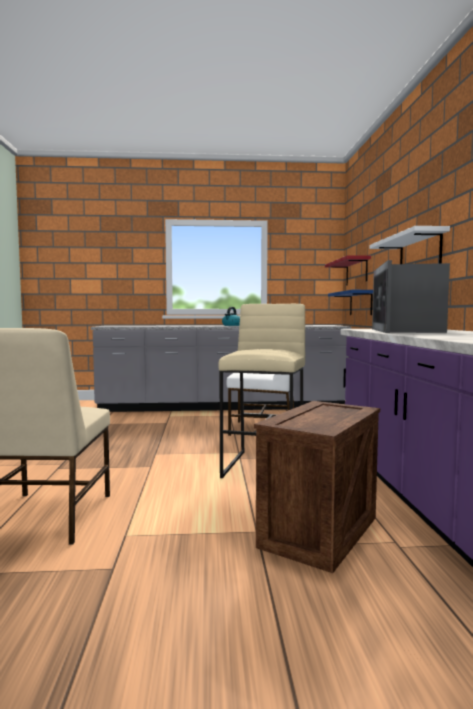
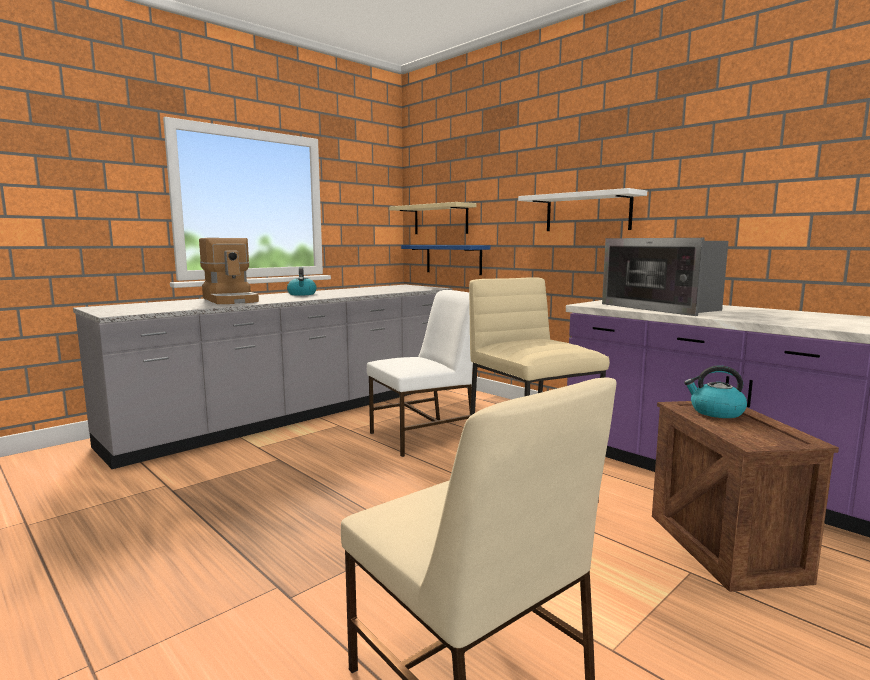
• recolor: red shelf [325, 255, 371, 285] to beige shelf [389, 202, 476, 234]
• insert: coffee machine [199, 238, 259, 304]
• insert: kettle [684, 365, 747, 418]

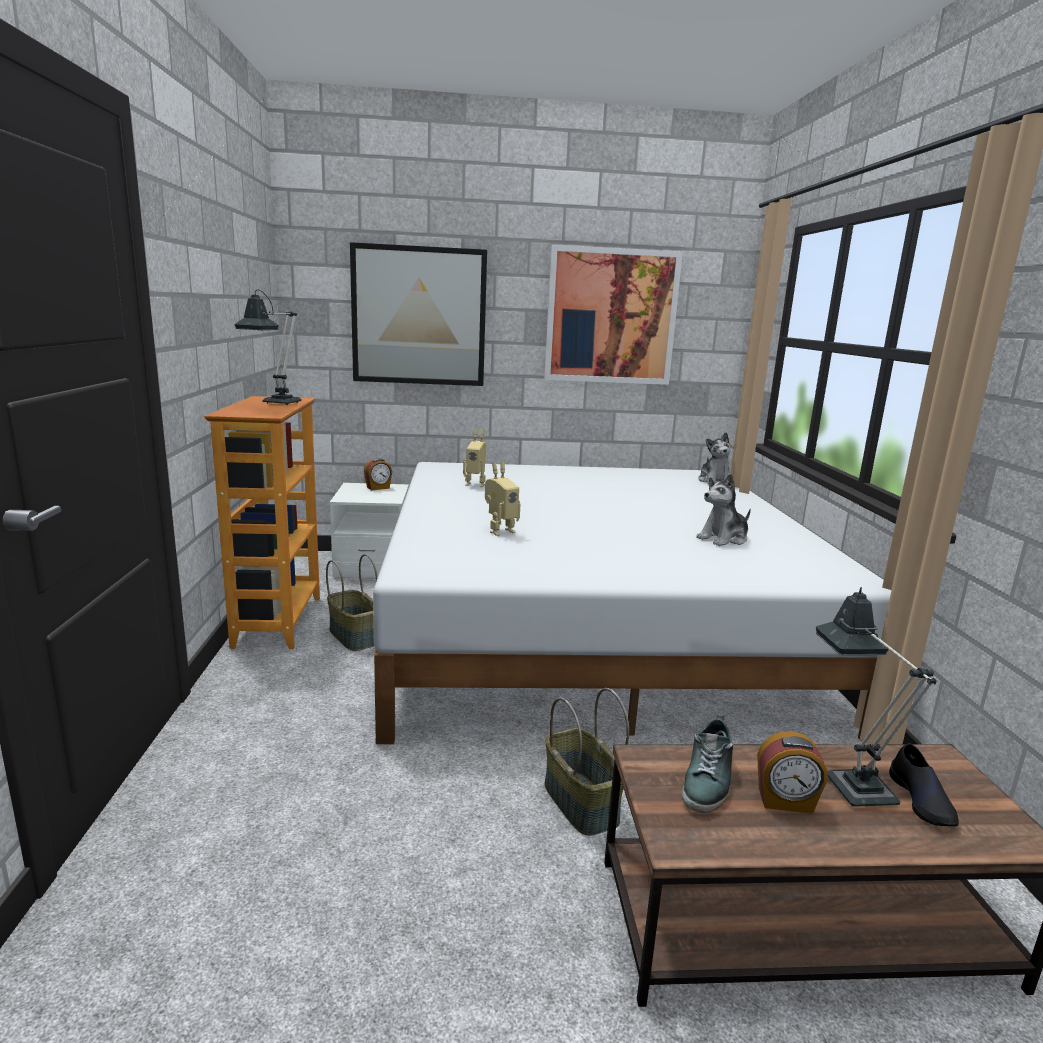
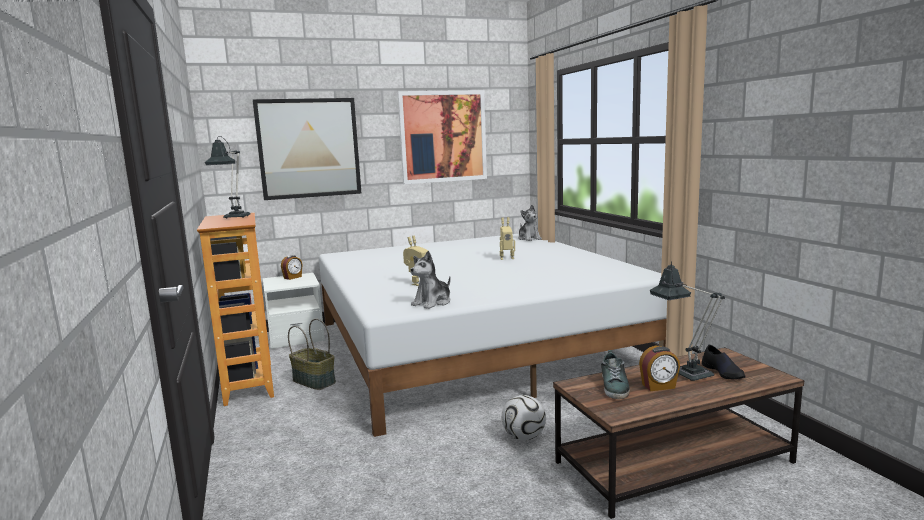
• move: toy robot [463, 428, 486, 487] to [500, 217, 515, 260]
• replace: basket [544, 688, 629, 836] to football [502, 395, 546, 441]
• move: plush toy [696, 474, 751, 546] to [410, 251, 451, 309]

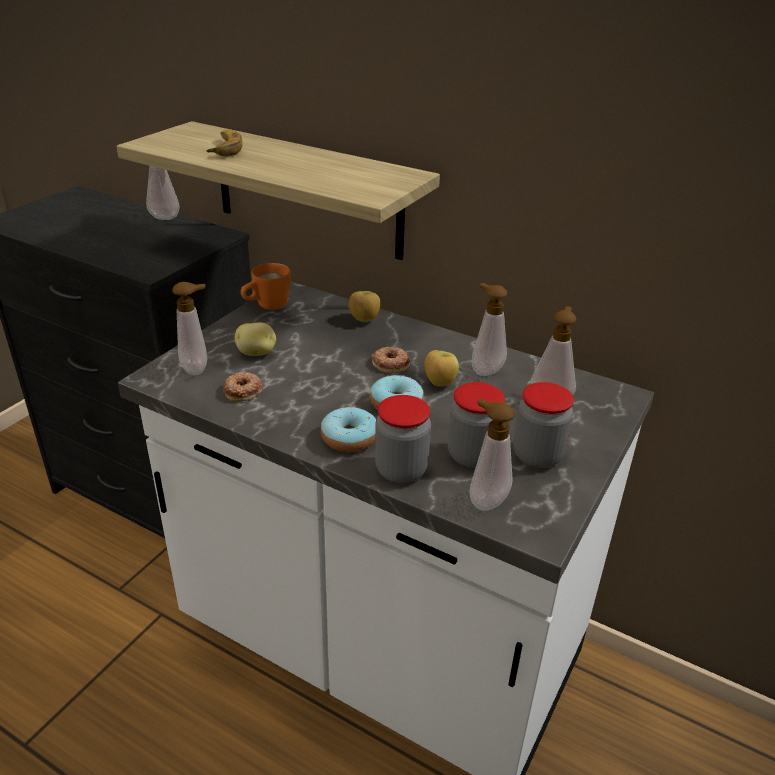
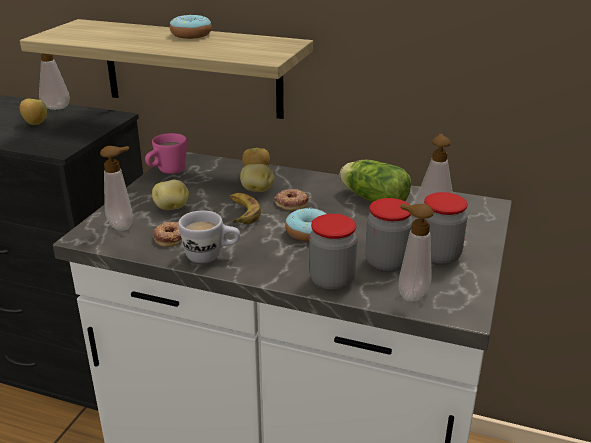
• move: banana [206, 130, 243, 156] to [230, 193, 261, 224]
• recolor: orange mug [241, 263, 291, 310] to pink mug [145, 133, 187, 174]
• move: donut [321, 407, 376, 452] to [170, 15, 212, 39]
• move: apple [424, 350, 459, 387] to [20, 99, 47, 125]
• replace: soap dispenser [471, 283, 507, 376] to lettuce [340, 160, 411, 202]
• insert: white mug [178, 210, 240, 263]
• insert: potato [240, 164, 274, 192]

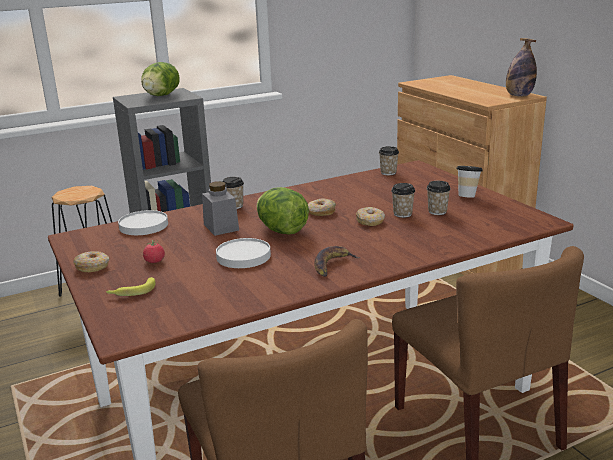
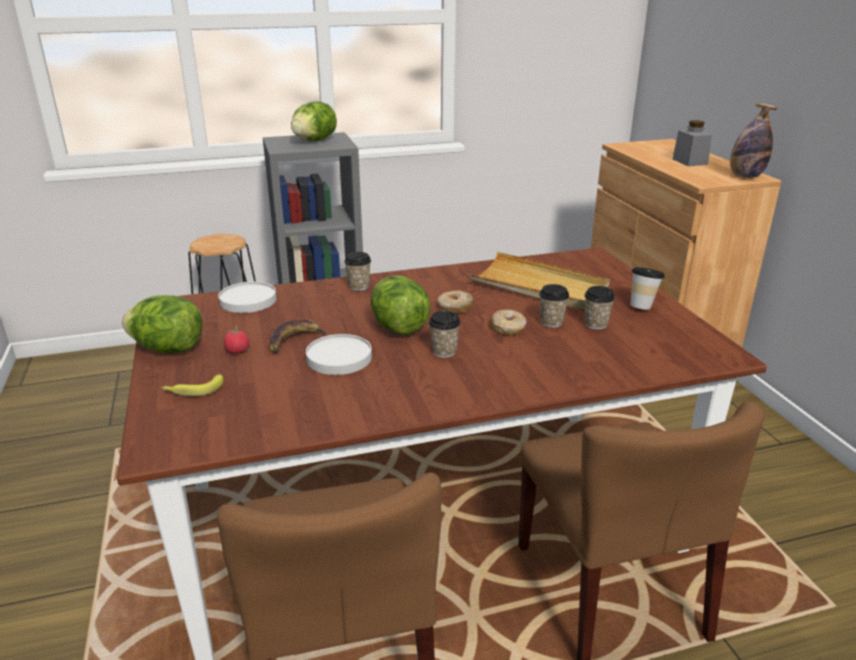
• replace: donut [73, 251, 109, 272] to lettuce [122, 295, 203, 353]
• move: grey jar [202, 181, 239, 236] to [673, 120, 712, 166]
• move: banana [314, 246, 360, 277] to [269, 319, 328, 353]
• move: cup [379, 146, 399, 175] to [429, 311, 461, 358]
• insert: beige tray [467, 252, 610, 311]

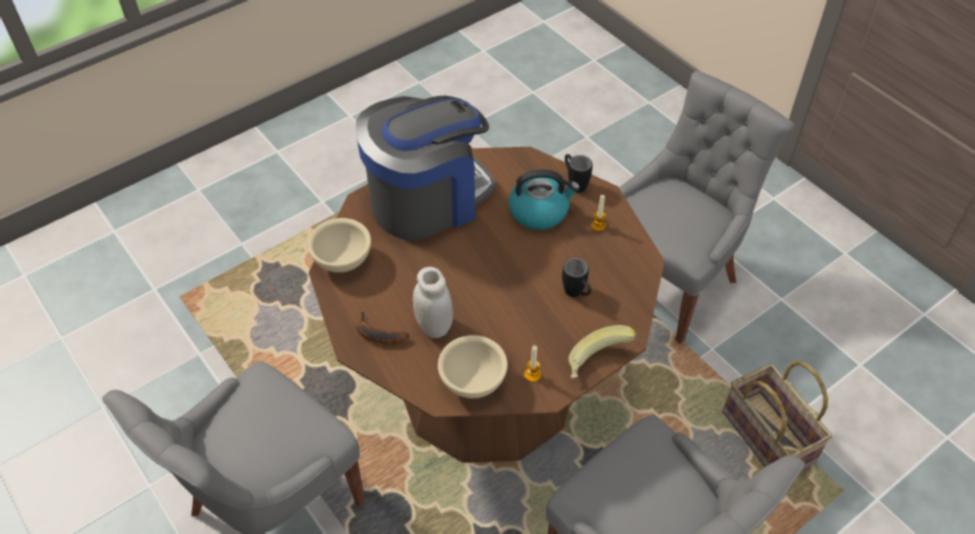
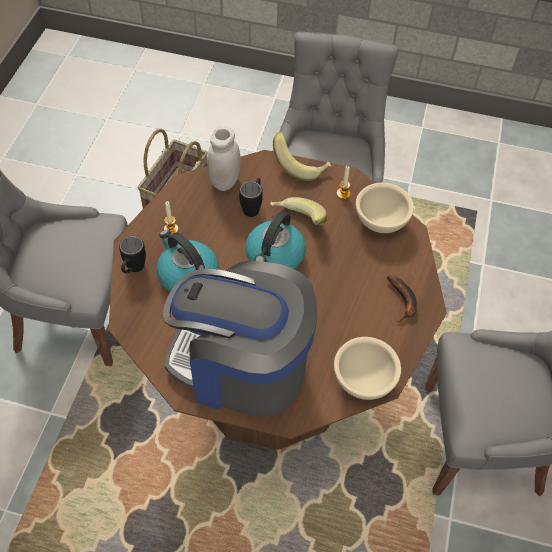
• move: white jar [413, 267, 453, 338] to [207, 126, 241, 191]
• insert: kettle [245, 211, 306, 269]
• insert: banana [270, 197, 327, 225]

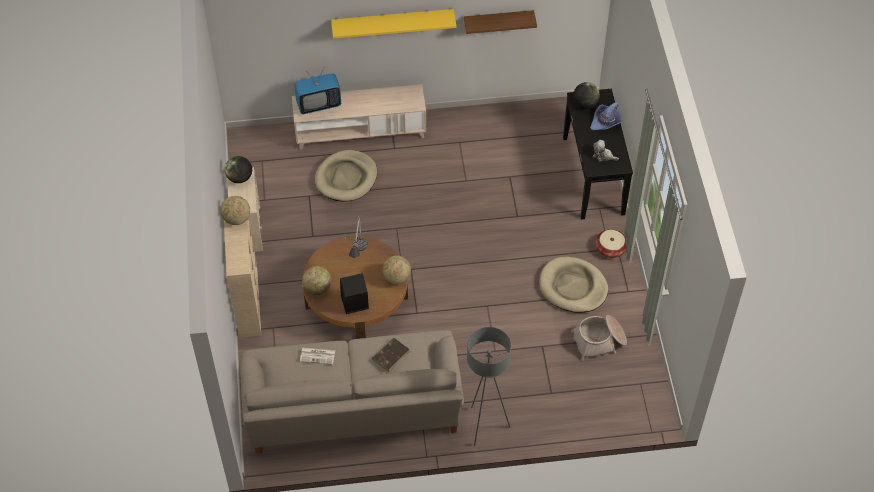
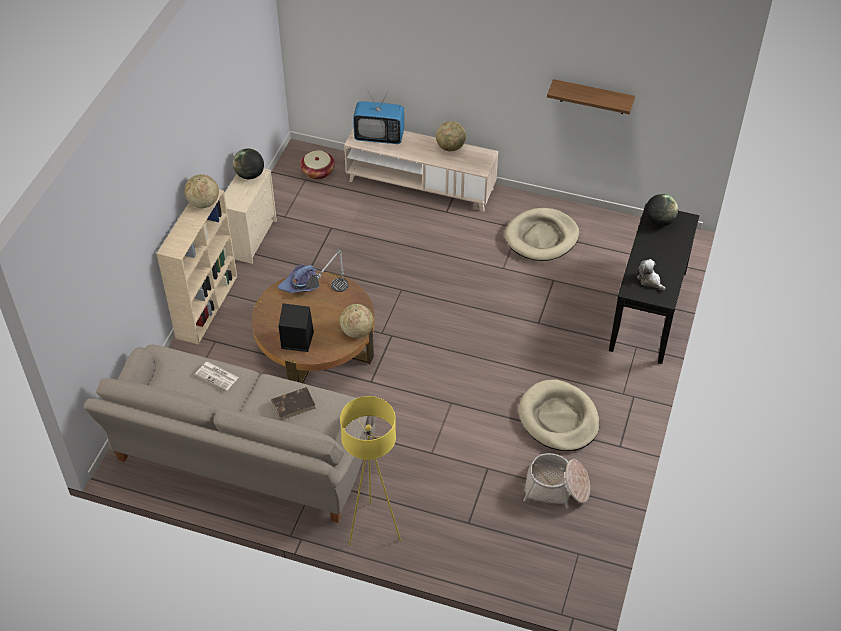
• move: globe [302, 266, 332, 295] to [436, 121, 466, 151]
• move: beige dog bed [315, 150, 377, 201] to [505, 208, 579, 261]
• delete: yellow shelf [331, 9, 456, 39]
• recolor: grey floor lamp [467, 327, 511, 446] to yellow floor lamp [340, 396, 401, 546]
• move: purple hat [590, 102, 622, 130] to [278, 265, 319, 293]
• move: basket [595, 229, 627, 258] to [300, 150, 335, 179]

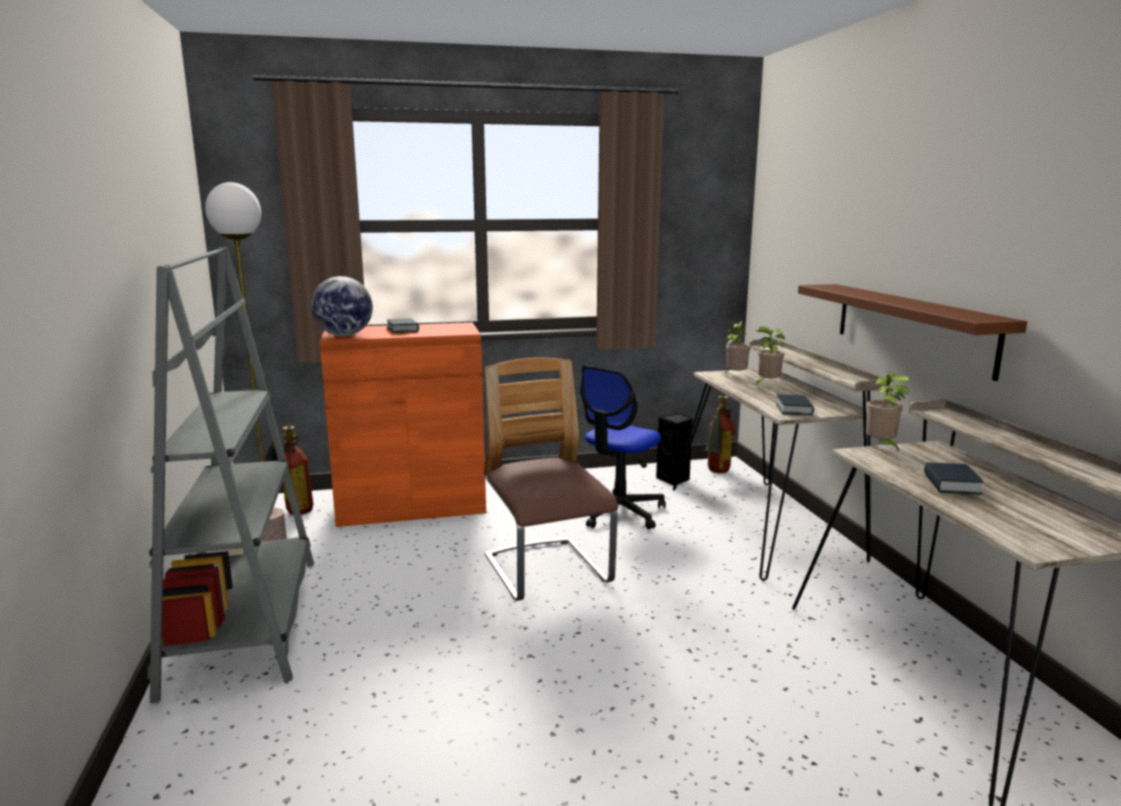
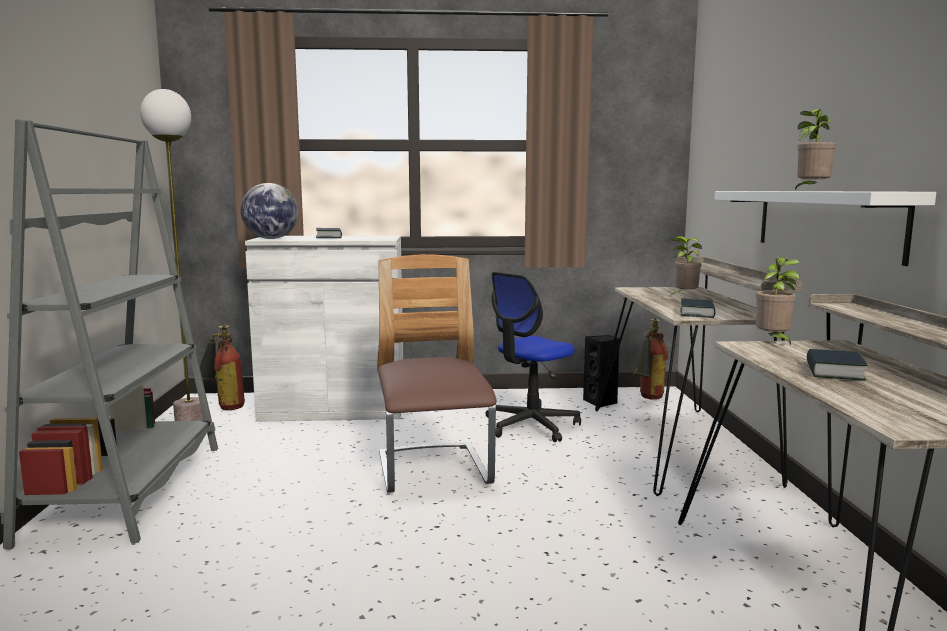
• recolor: orange cabinet [320, 322, 486, 527] to white cabinet [245, 235, 403, 422]
• move: potted plant [726, 321, 750, 372] to [795, 108, 836, 190]
• recolor: brown shelf [798, 284, 1027, 381] to white shelf [714, 191, 936, 266]

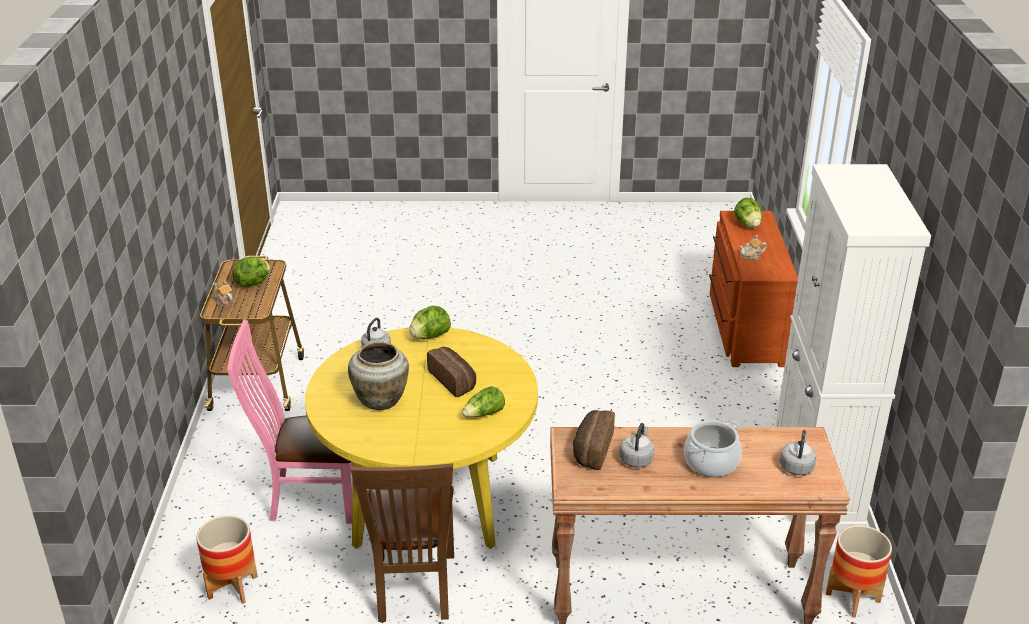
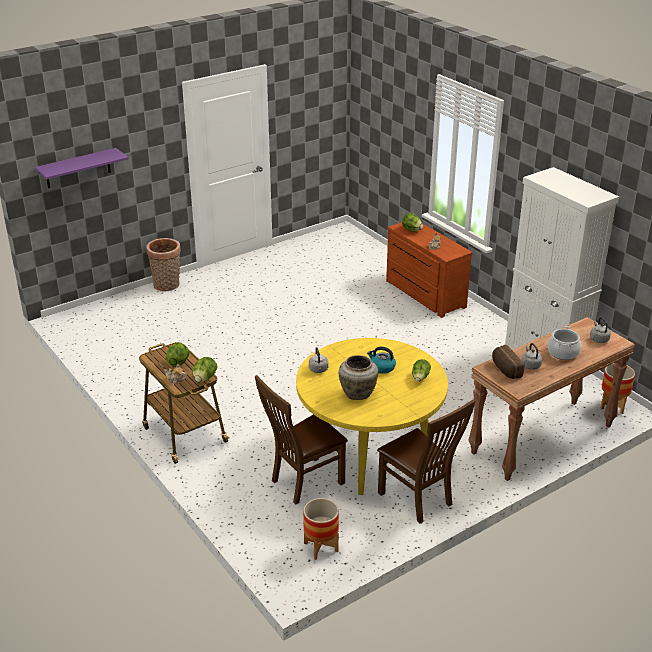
• recolor: pink chair [227, 320, 353, 524] to brown chair [255, 375, 348, 504]
• move: lettuce [409, 306, 451, 339] to [192, 357, 218, 382]
• replace: bread [427, 347, 476, 397] to kettle [367, 347, 396, 374]
• insert: purple shelf [35, 148, 129, 188]
• insert: basket [147, 238, 181, 292]

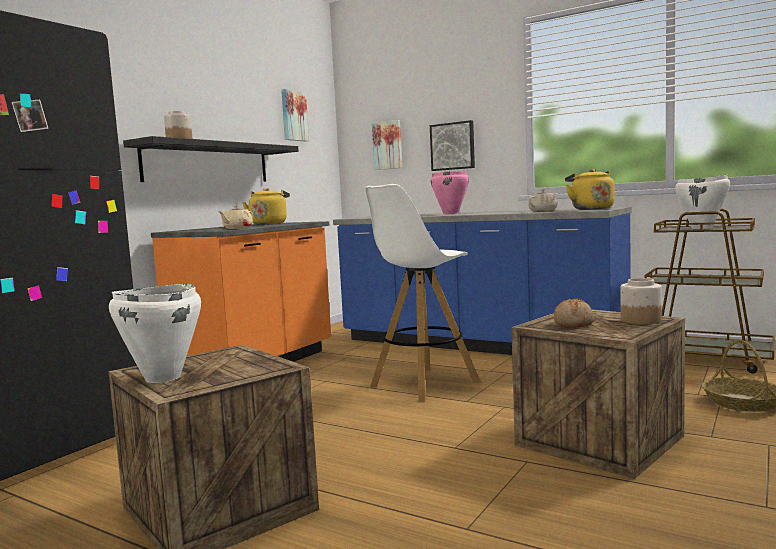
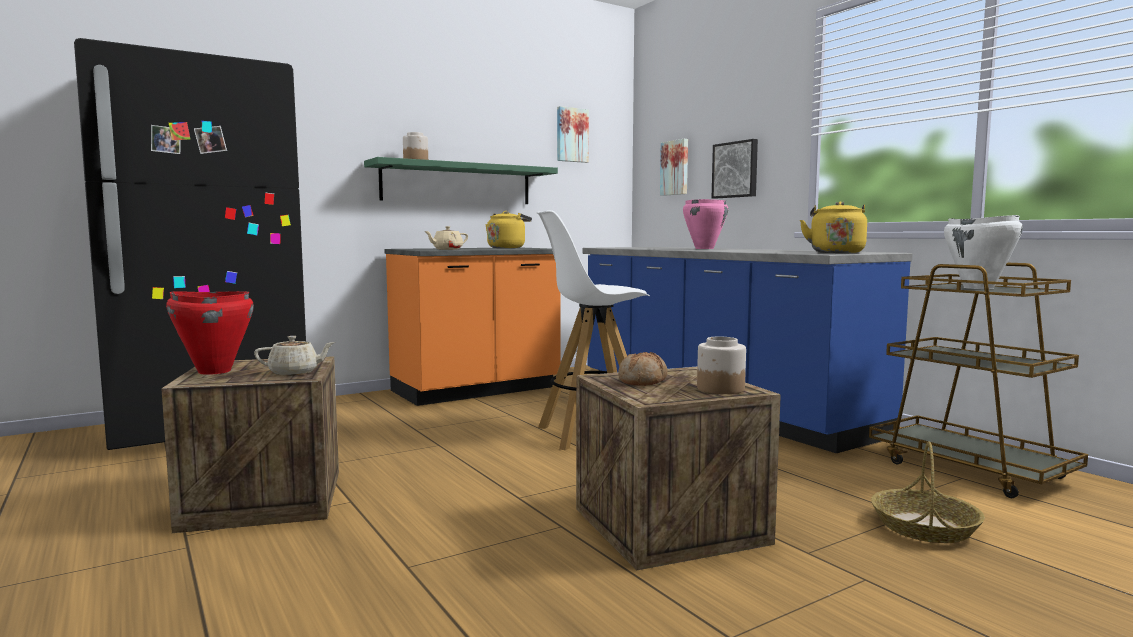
• recolor: white cooking pot [109, 284, 201, 383] to red cooking pot [166, 291, 254, 375]
• recolor: black shelf [123, 136, 299, 182] to green shelf [364, 157, 558, 204]
• move: beige teapot [528, 189, 558, 212] to [254, 336, 335, 375]

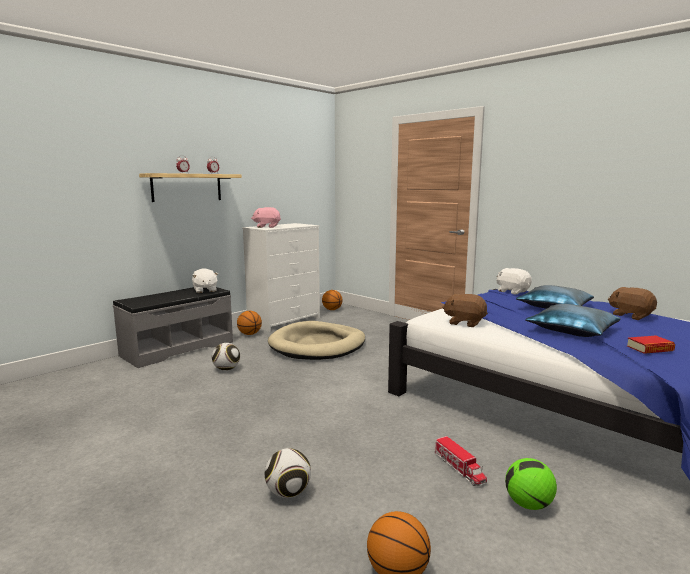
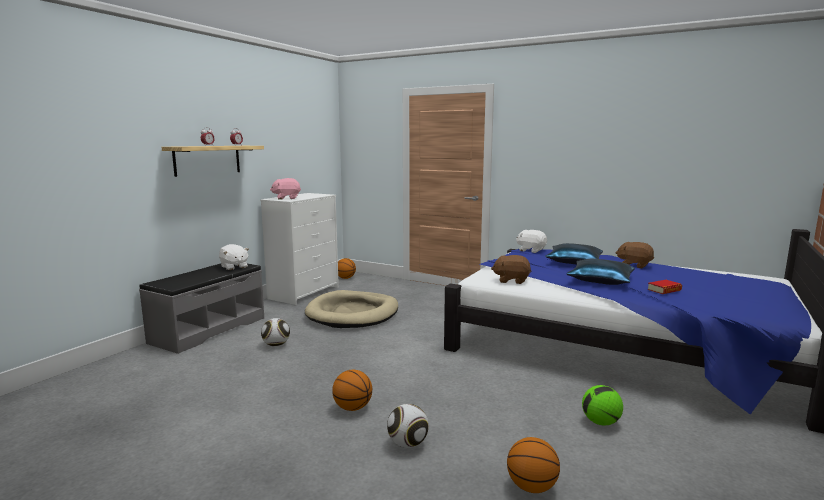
• move: basketball [237, 311, 262, 335] to [332, 370, 372, 411]
• delete: toy truck [435, 436, 487, 486]

